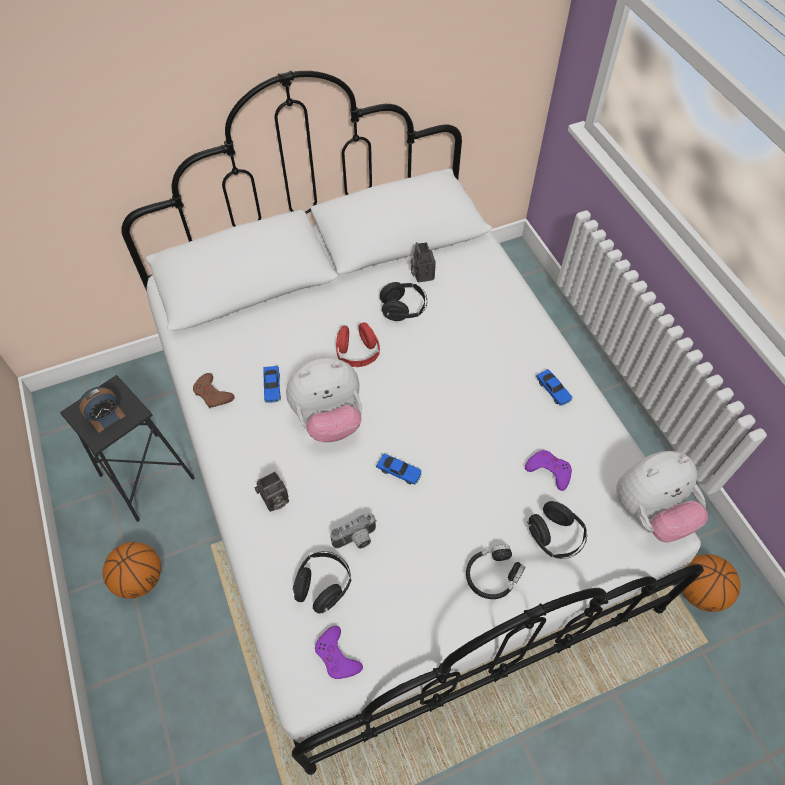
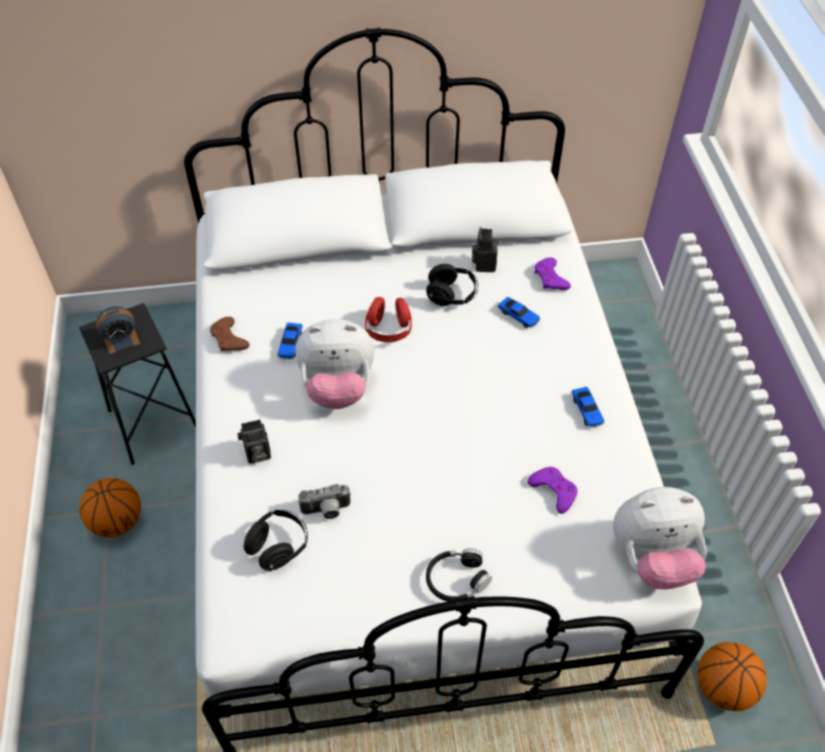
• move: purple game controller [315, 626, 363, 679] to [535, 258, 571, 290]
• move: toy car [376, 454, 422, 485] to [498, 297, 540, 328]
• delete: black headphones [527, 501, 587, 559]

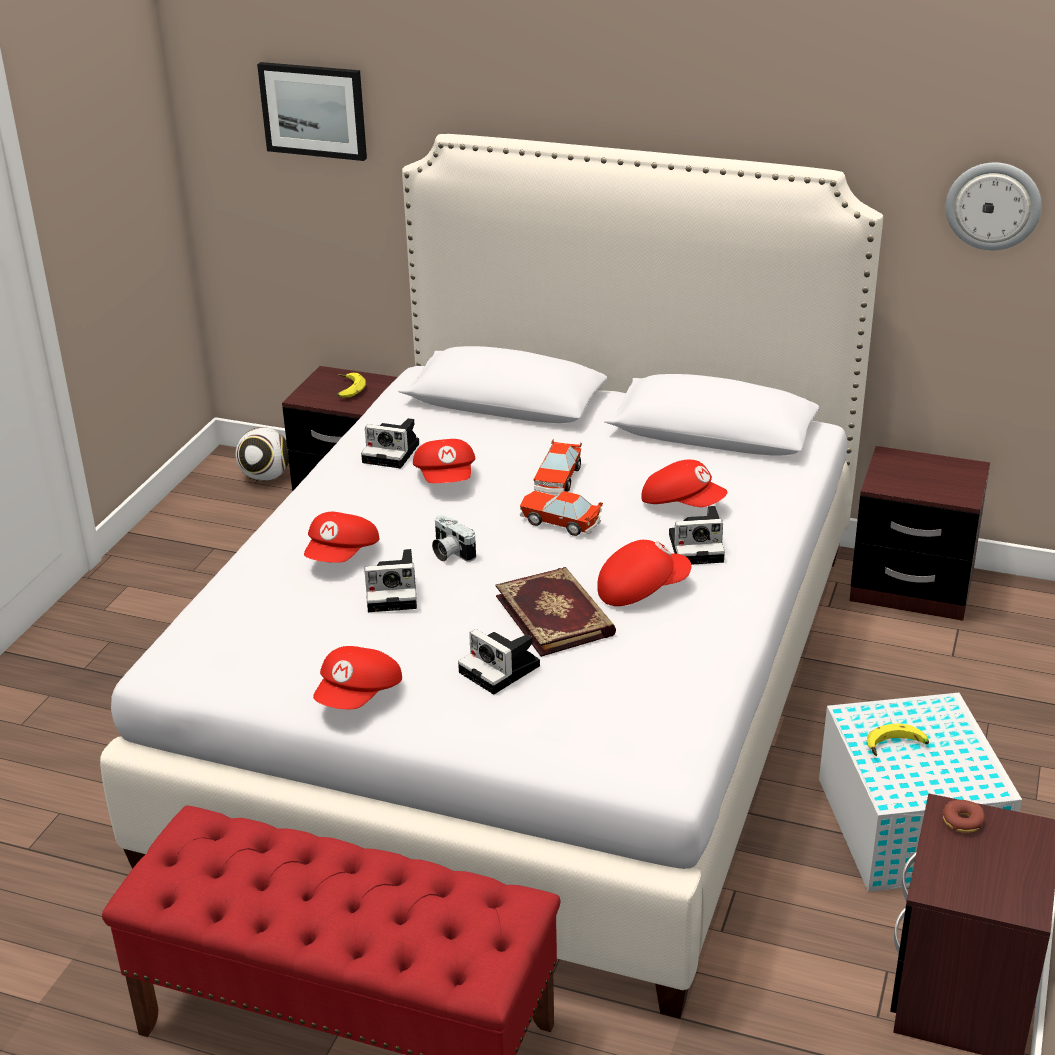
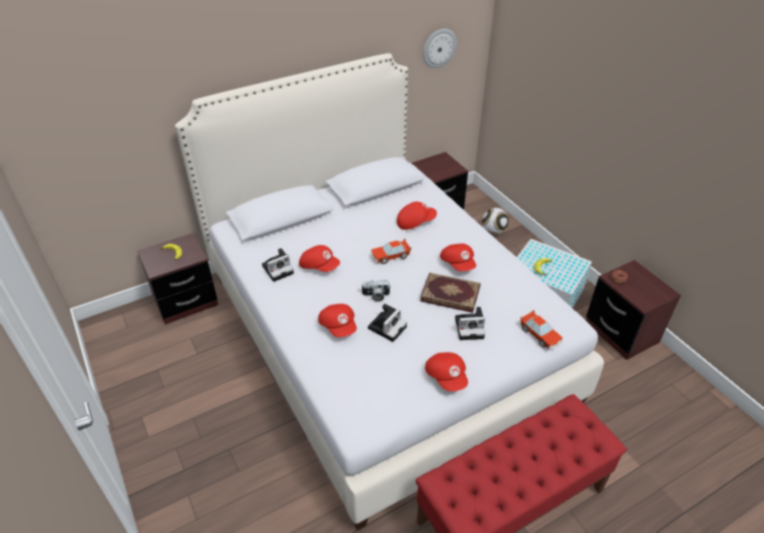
• move: football [236, 427, 289, 481] to [482, 208, 509, 234]
• delete: picture [257, 62, 367, 161]
• move: toy car [533, 440, 582, 494] to [520, 310, 563, 350]
• rotate: red cap [597, 540, 691, 606] = [440, 244, 476, 271] 135 degrees clockwise
• delete: photo camera [669, 506, 725, 565]

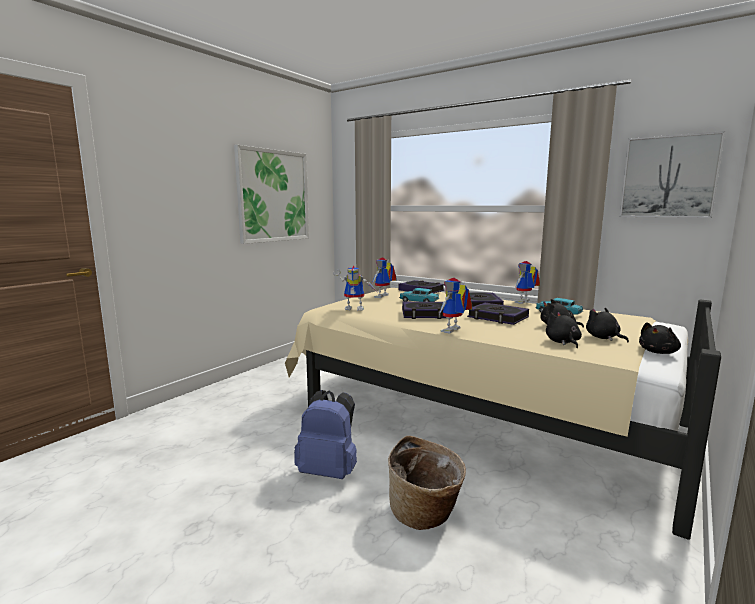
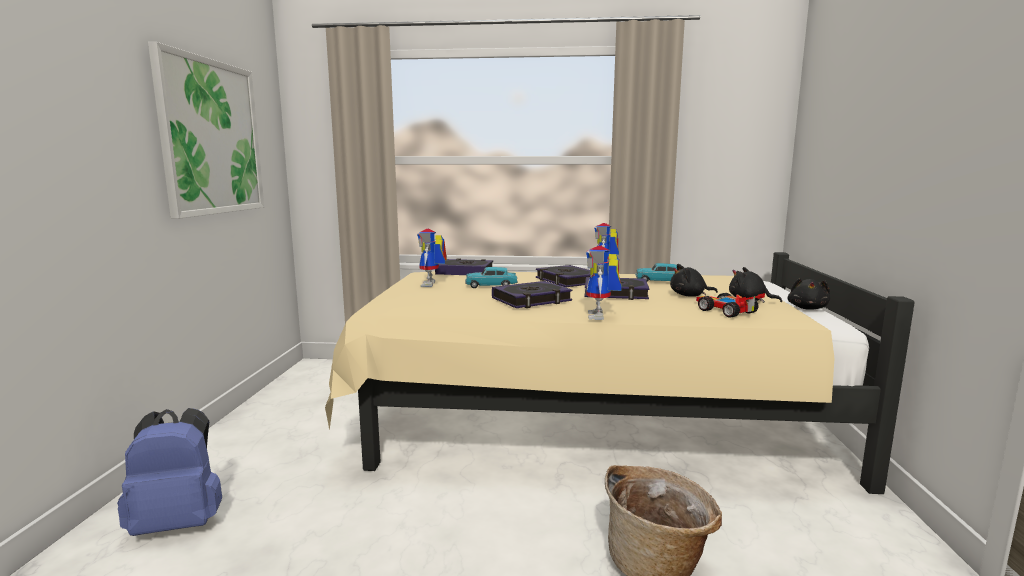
• move: blue backpack [294, 390, 357, 479] to [117, 408, 222, 536]
• delete: toy robot [333, 265, 376, 311]
• replace: black plush toy [546, 312, 582, 348] to toy car [696, 293, 765, 318]
• delete: picture [620, 131, 725, 218]

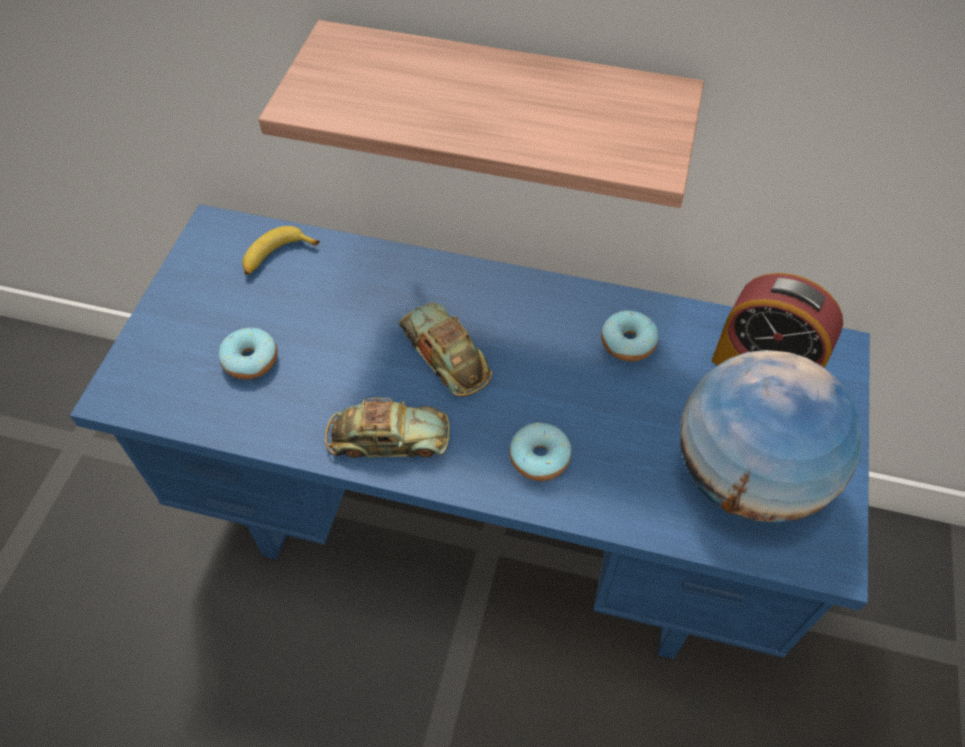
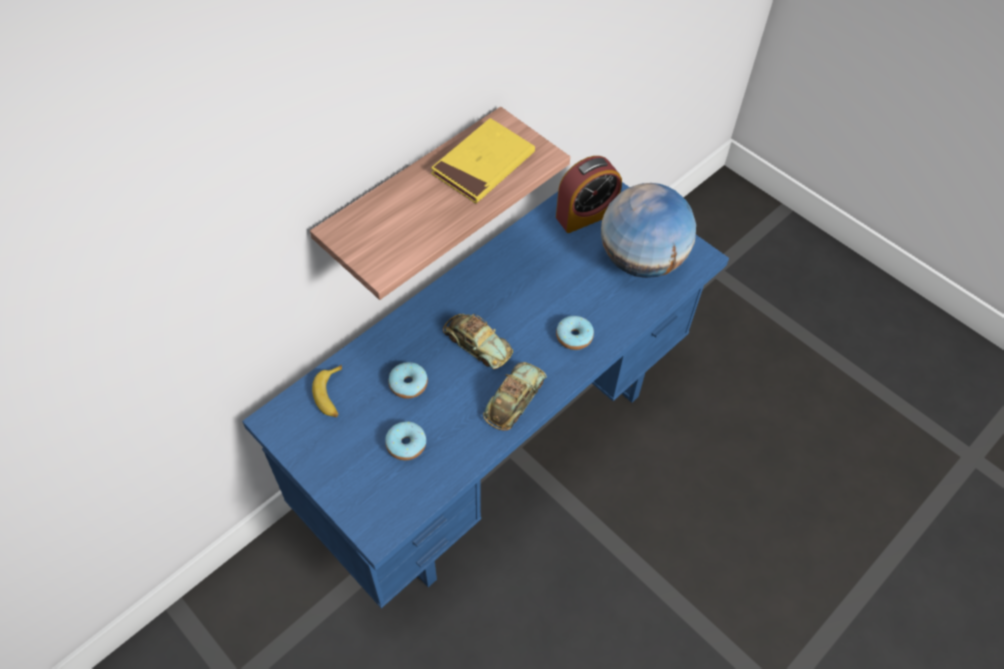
• rotate: toy car [399, 302, 492, 397] = [443, 314, 513, 369] 135 degrees counterclockwise
• move: donut [601, 311, 658, 362] to [389, 362, 428, 399]
• insert: yellow book [431, 118, 535, 204]

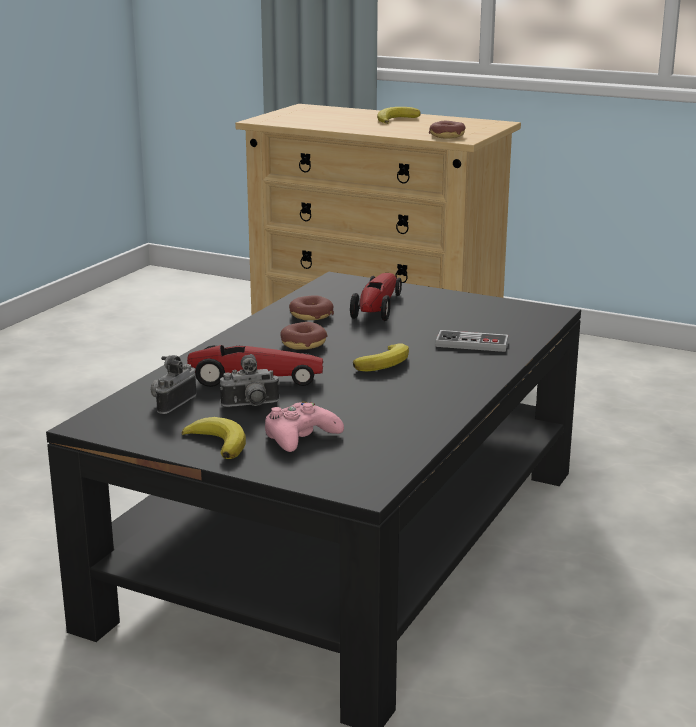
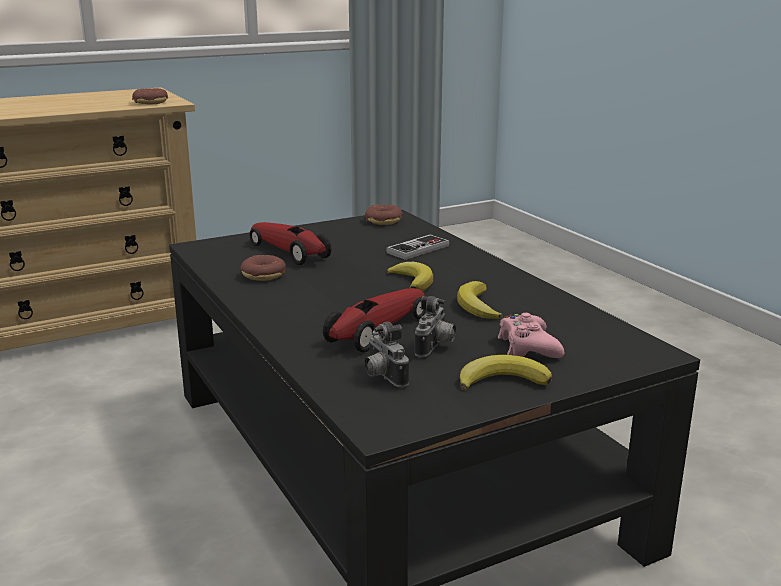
• move: donut [280, 322, 327, 350] to [365, 205, 402, 225]
• move: banana [377, 107, 421, 124] to [457, 281, 503, 319]

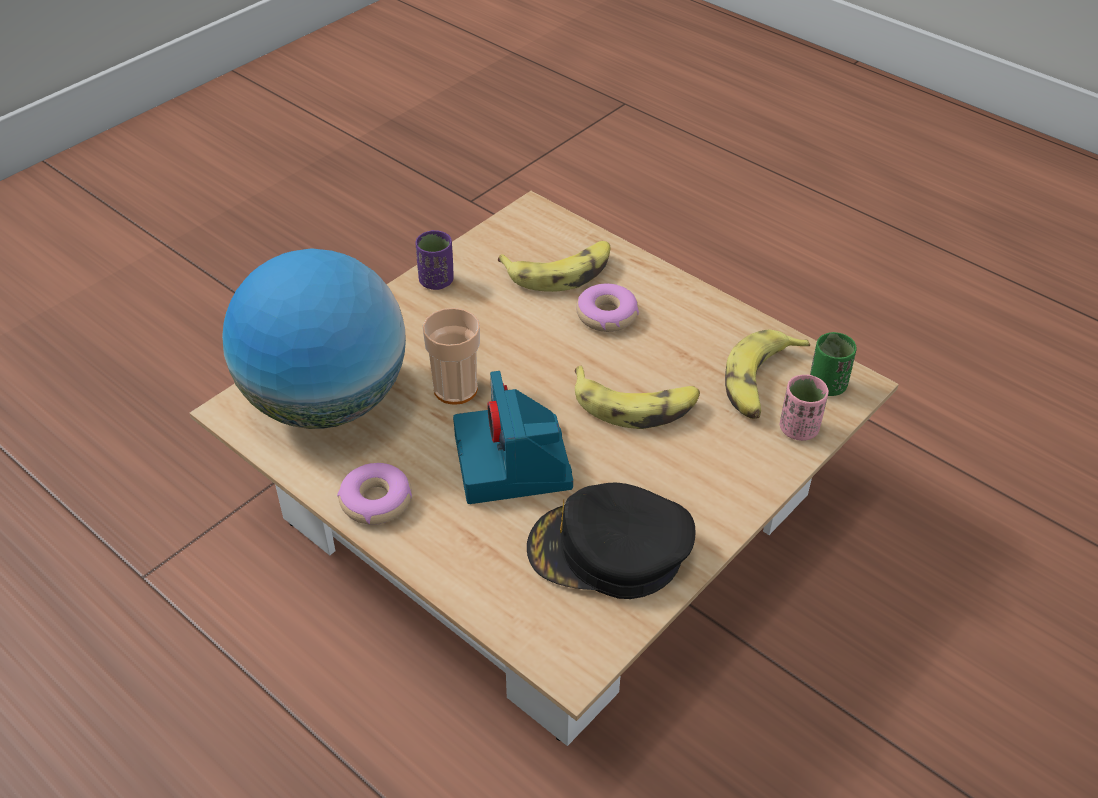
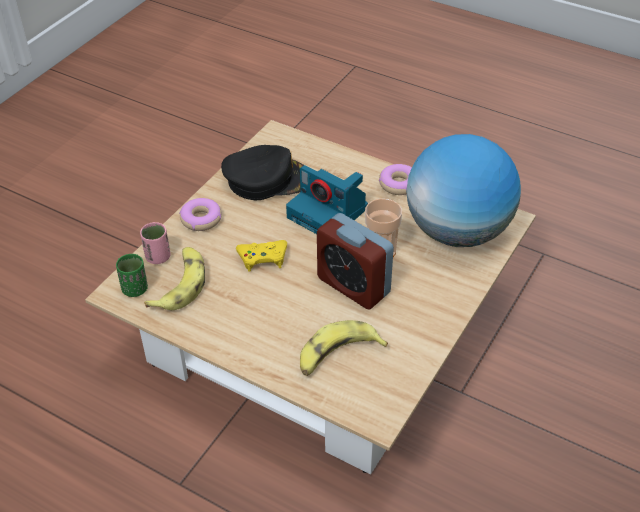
• delete: purple cup [415, 230, 454, 290]
• rotate: photo camera [453, 371, 573, 504] = [286, 165, 368, 234] 150 degrees clockwise
• replace: banana [575, 366, 700, 429] to yellow game controller [236, 240, 287, 272]
• move: donut [576, 283, 639, 332] to [179, 198, 222, 231]
• insert: alarm clock [317, 213, 394, 310]

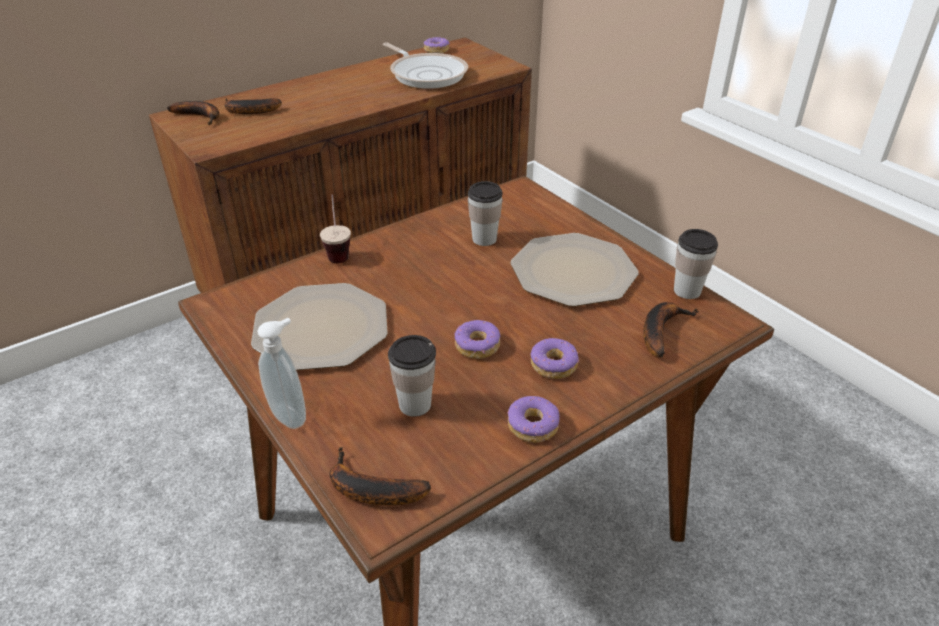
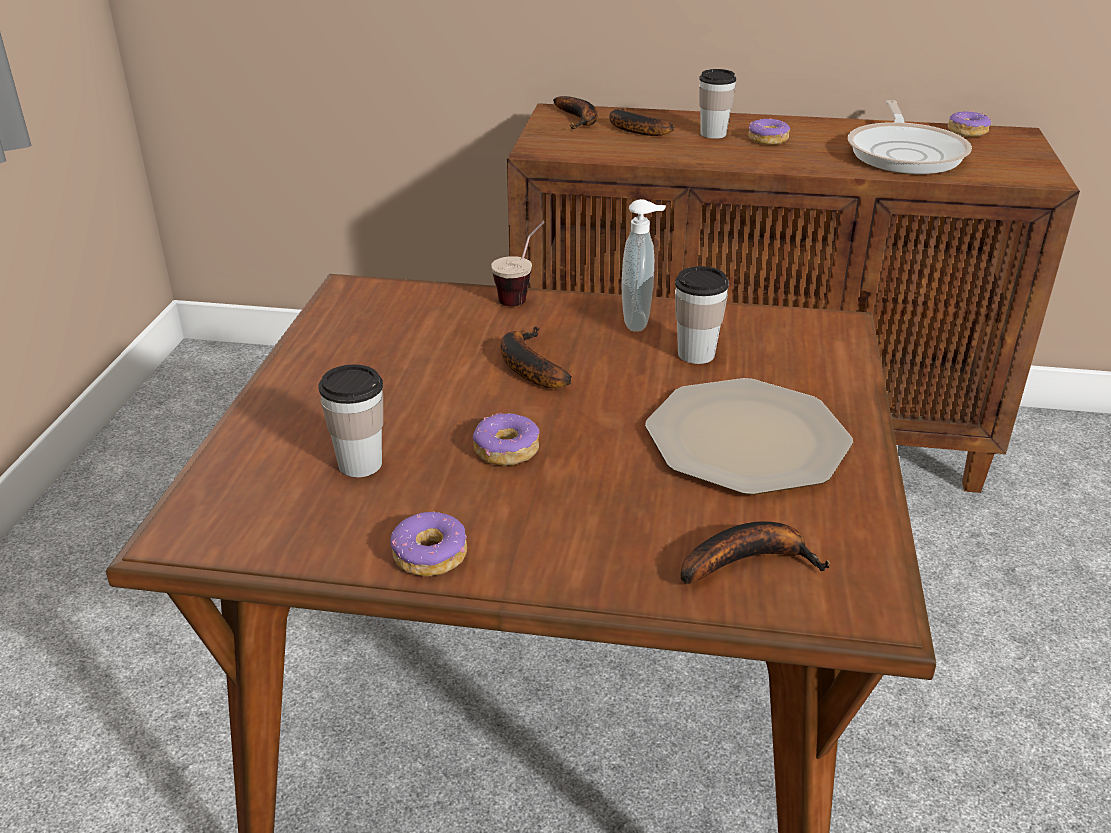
• delete: plate [251, 283, 388, 370]
• move: soap dispenser [257, 318, 306, 429] to [621, 199, 666, 332]
• move: banana [330, 446, 431, 506] to [501, 326, 572, 388]
• move: donut [531, 338, 579, 379] to [748, 118, 790, 145]
• move: cup [674, 229, 718, 299] to [699, 69, 737, 139]

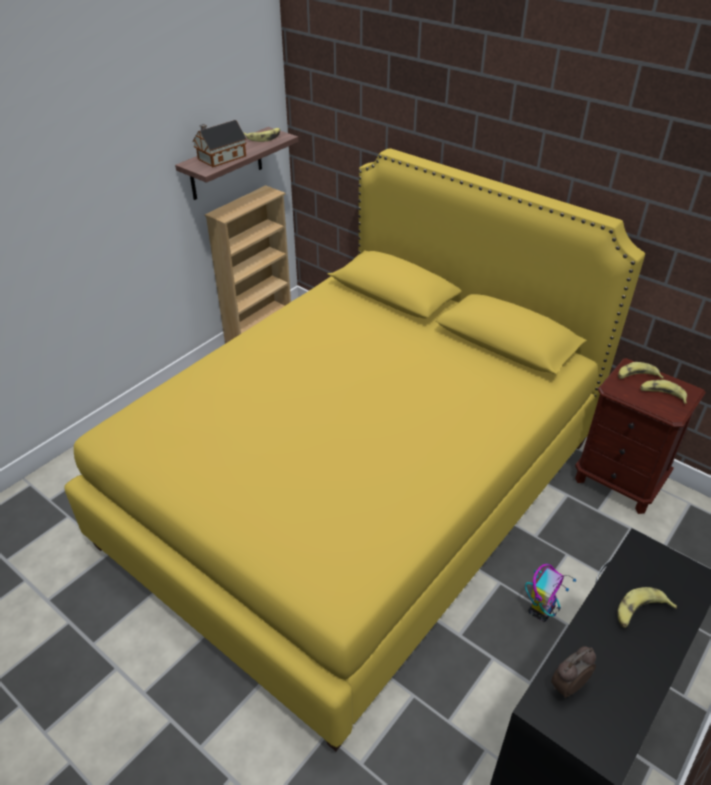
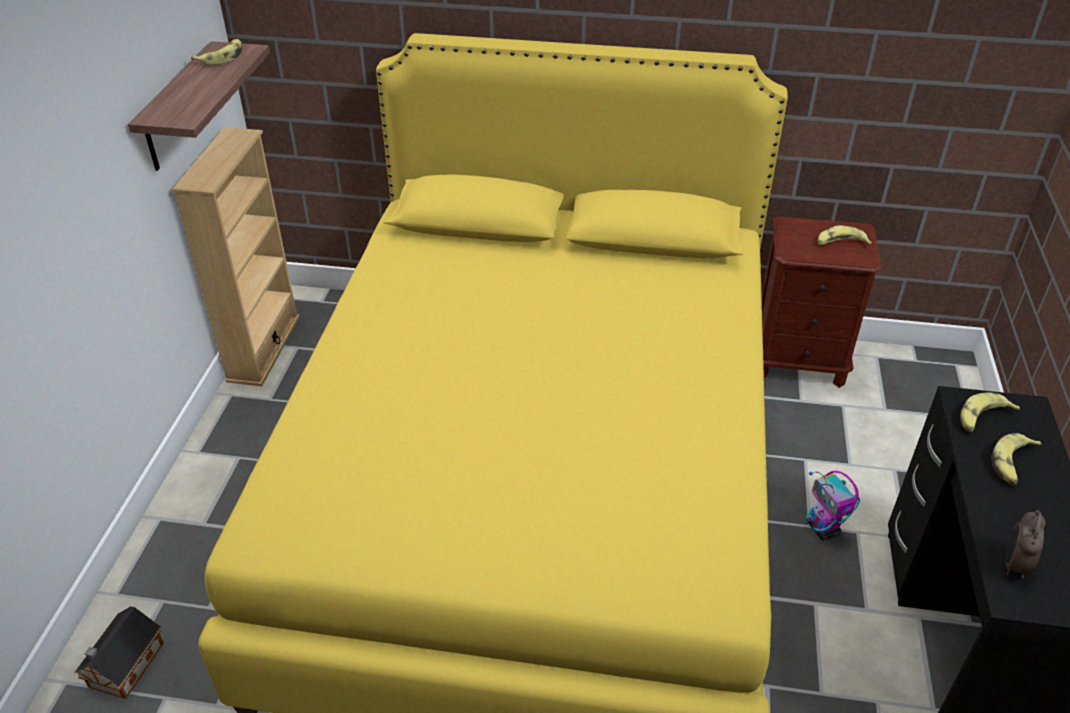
• move: toy house [192, 120, 247, 167] to [74, 606, 164, 699]
• rotate: toy robot [525, 564, 576, 622] = [806, 471, 860, 540] 150 degrees clockwise
• move: banana [618, 362, 664, 379] to [960, 392, 1020, 432]

